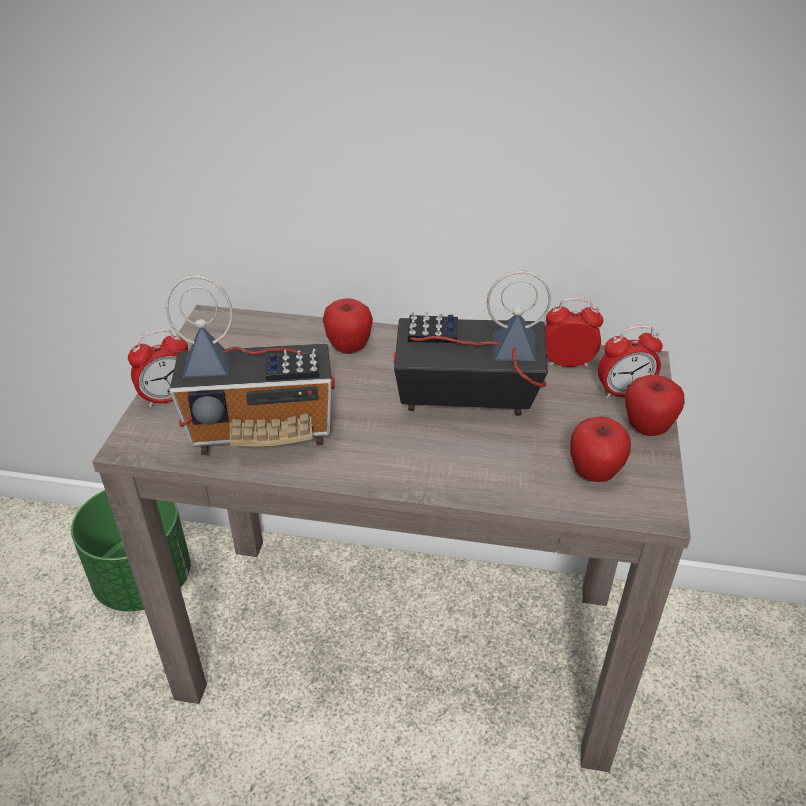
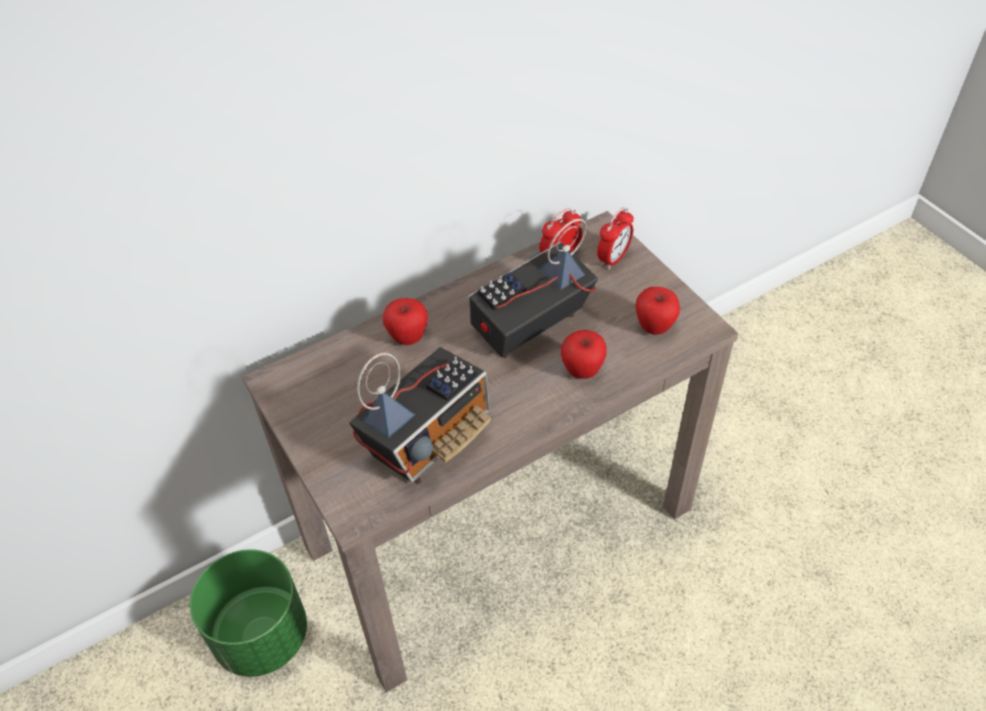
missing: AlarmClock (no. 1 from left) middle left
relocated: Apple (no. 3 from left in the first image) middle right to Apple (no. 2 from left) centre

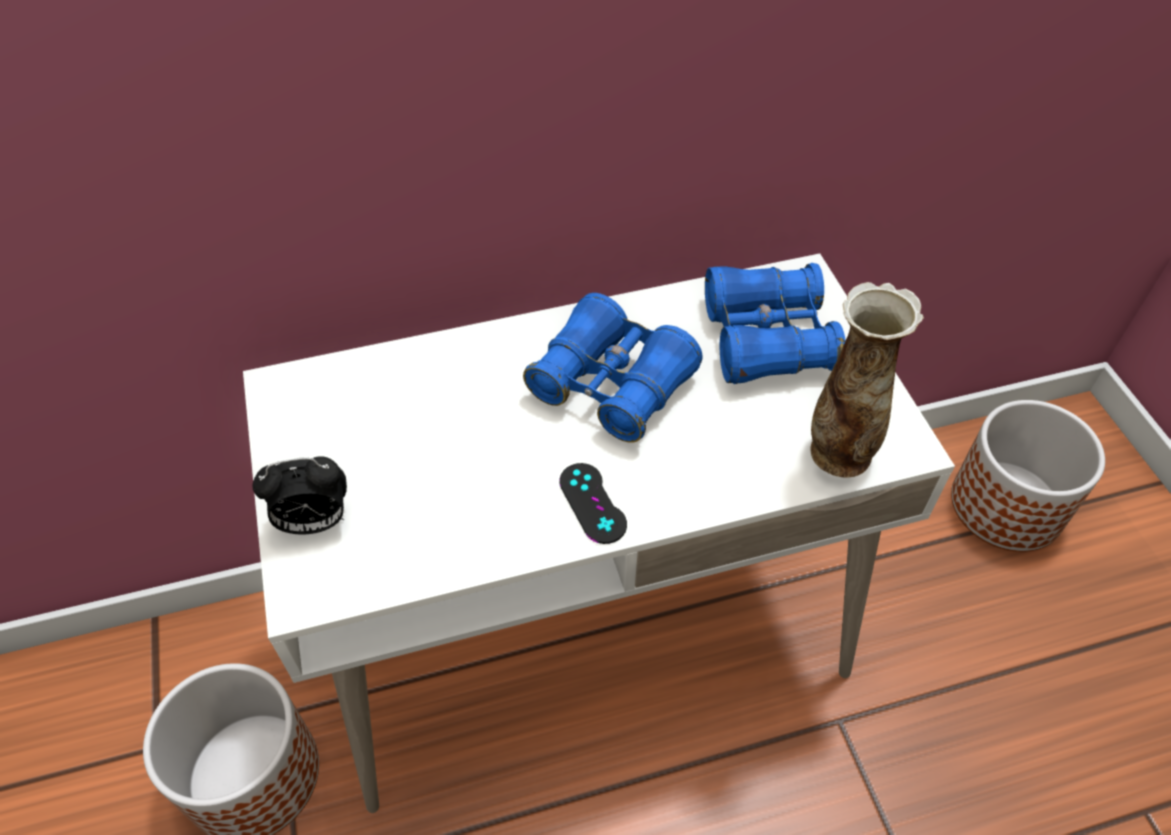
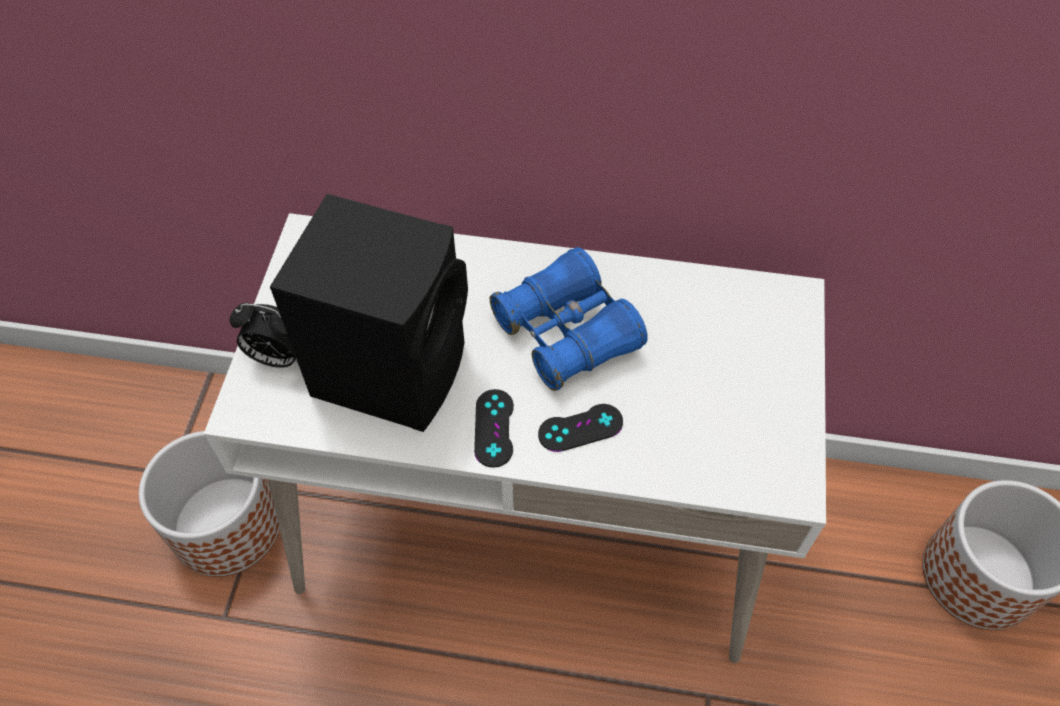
missing: BlueBinoculars (no. 2 from left) centre; Vase middle right
appeared: BlackSpeaker centre; BlackGameController (no. 2 from left) centre

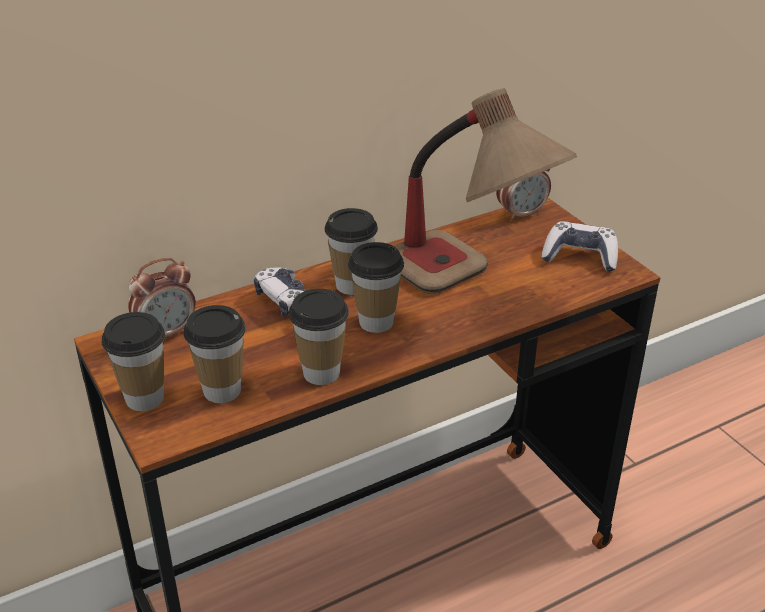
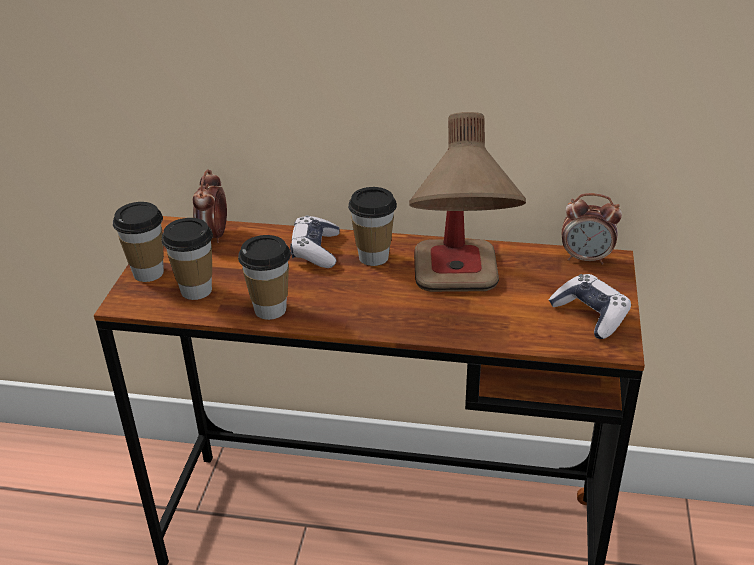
missing: Cup (no. 5 from left) centre
spun: AlarmClock (no. 1 from left) middle left = middle left 90 degrees clockwise

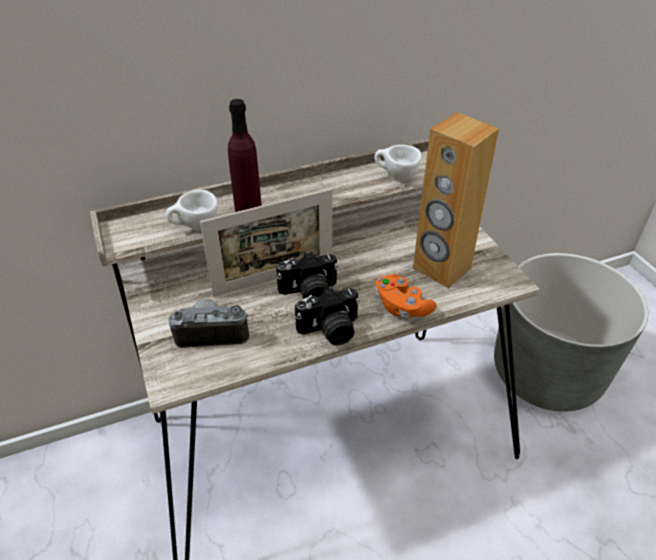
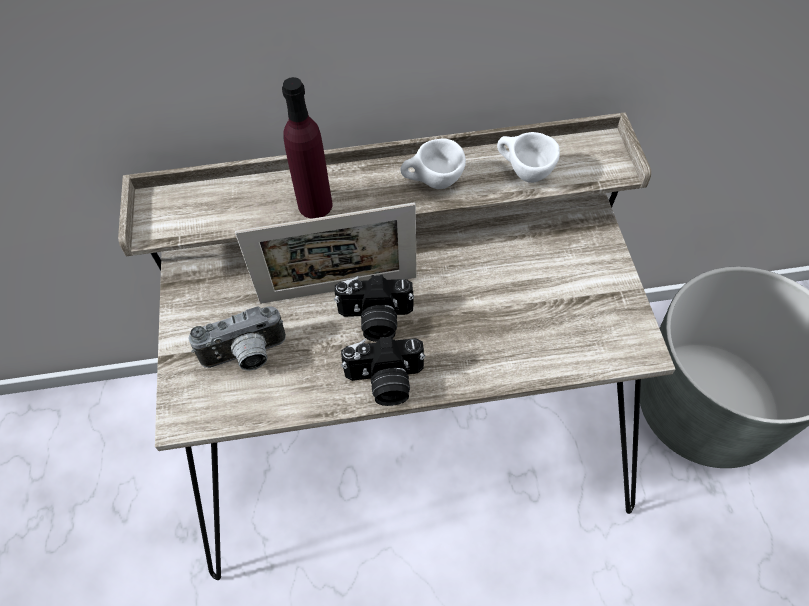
missing: OrangeGameController centre; BrownSpeaker middle right
relocated: WhiteCup (no. 1 from left) middle left to top centre
spun: PhotoCamera (no. 1 from left) middle left = middle left 150 degrees clockwise

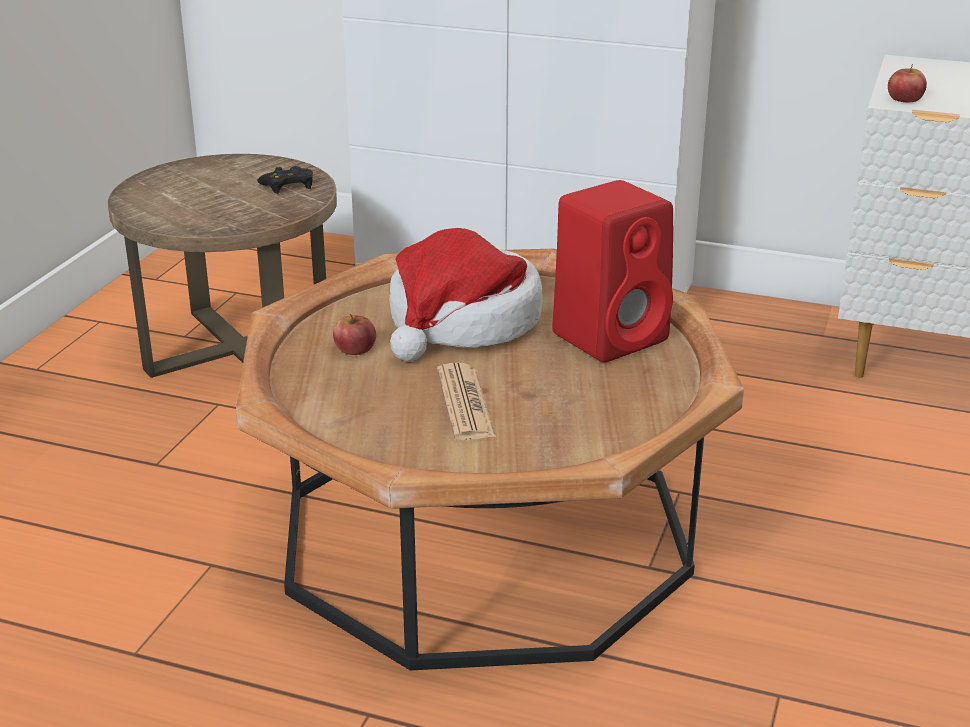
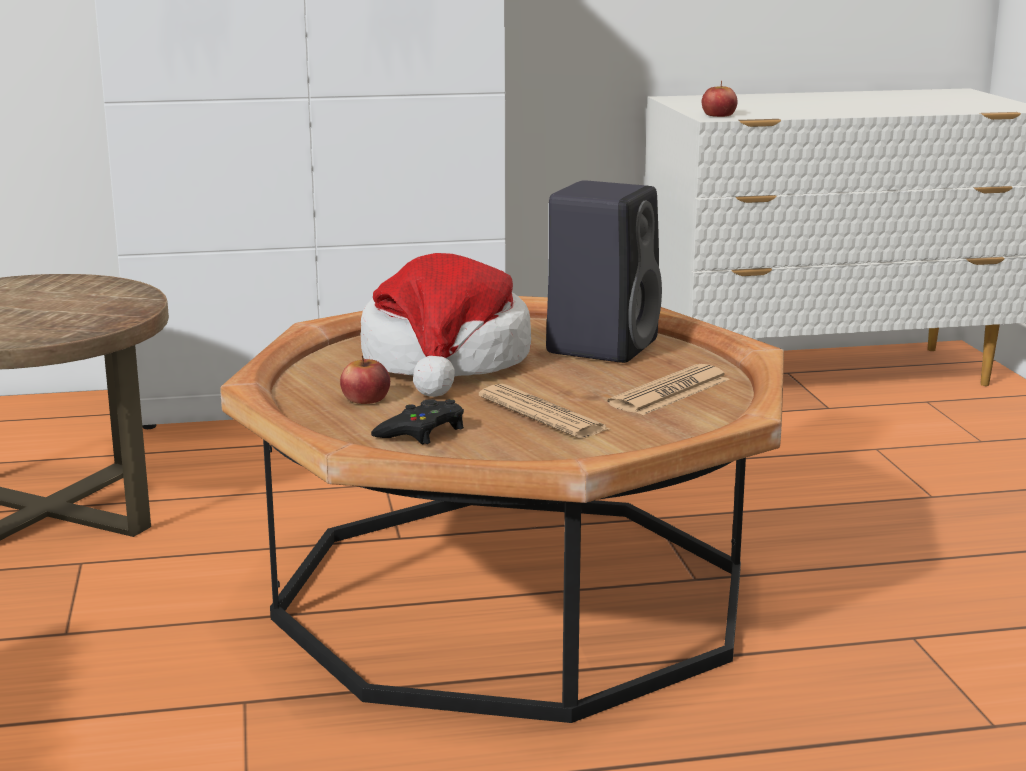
appeared: Newspaper (no. 2 from left) centre
relocated: BlackGameController top left to centre
colour: RedSpeaker centre to BlackSpeaker centre

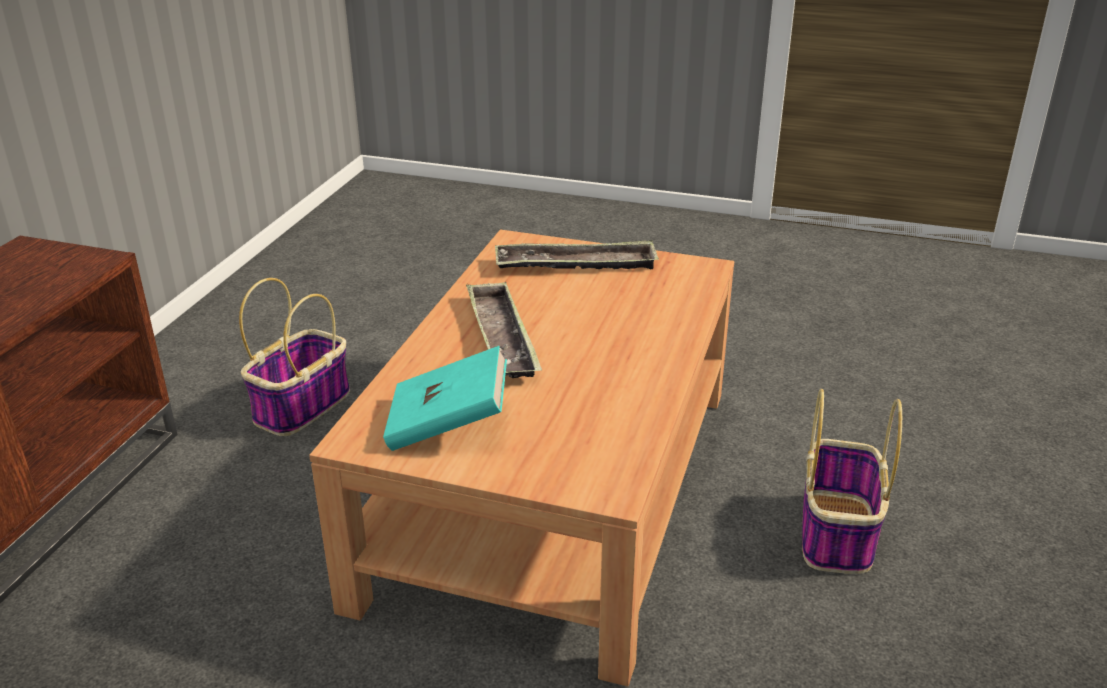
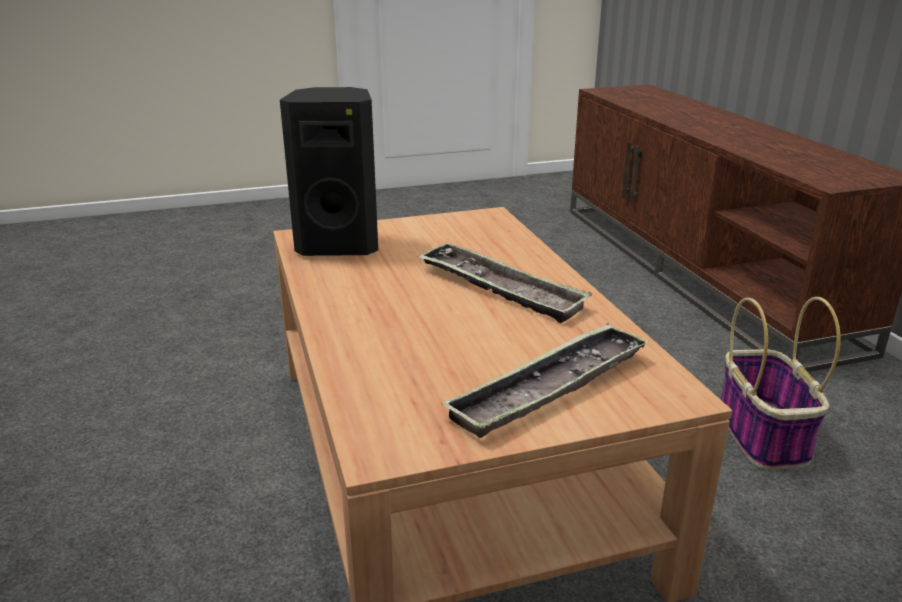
missing: TurquoiseBook centre; Basket (no. 2 from left) bottom right
appeared: BlackSpeaker top centre

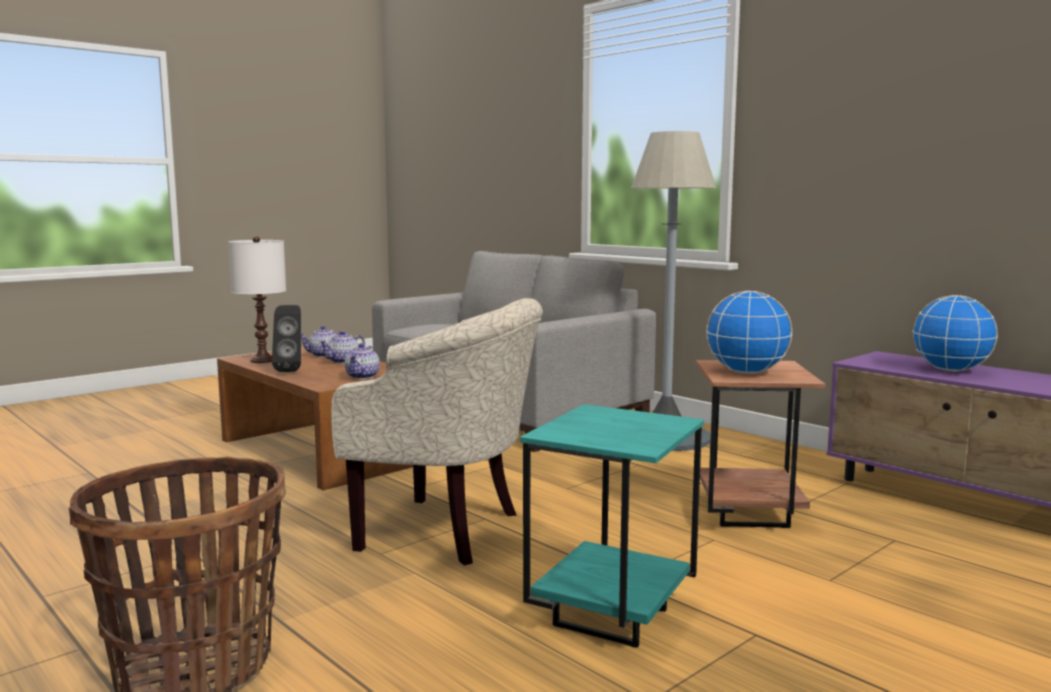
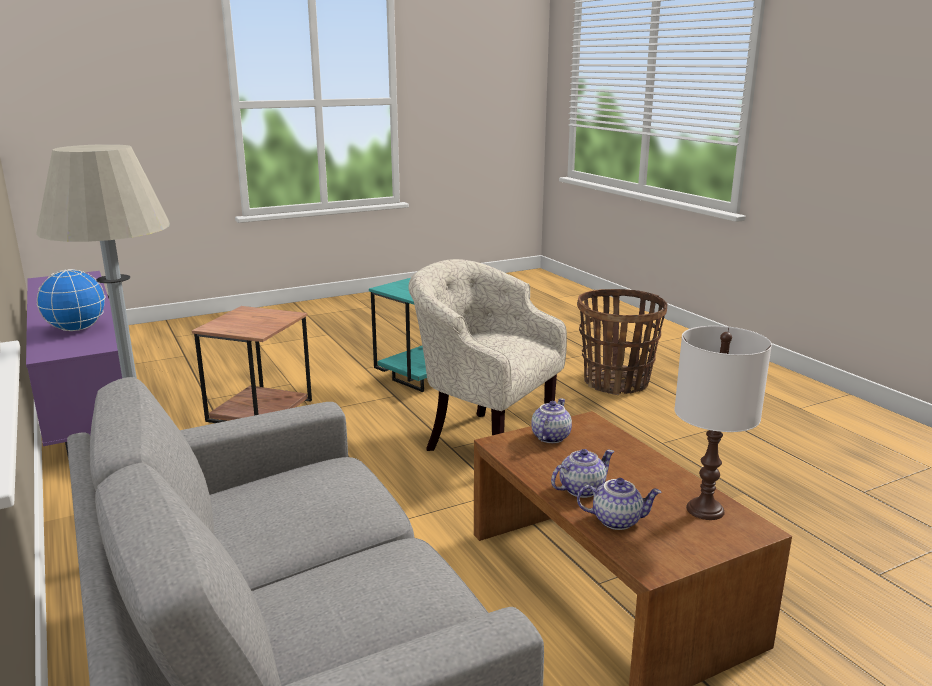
missing: BlackSpeaker middle left; Globe (no. 1 from left) middle right

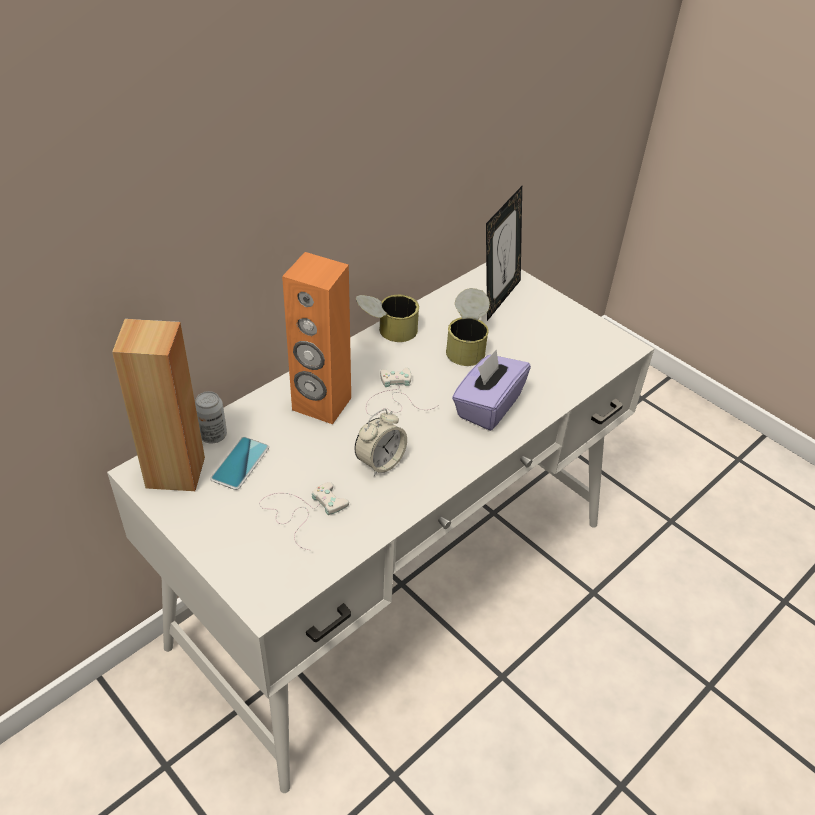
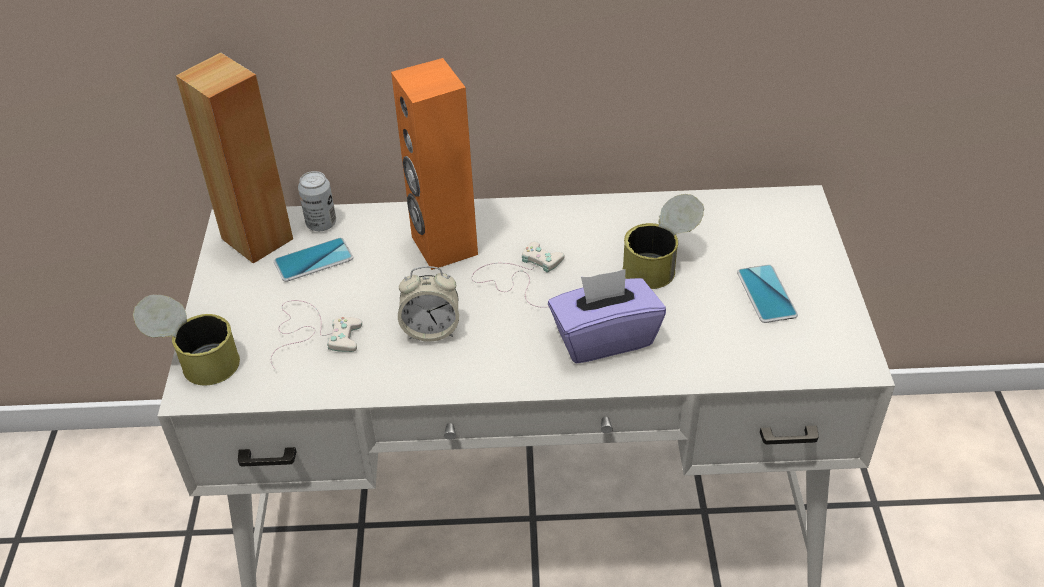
missing: PictureFrame top centre
appeared: Phone (no. 2 from left) middle right
relocated: Can (no. 2 from left in the first image) centre to Can (no. 1 from left) middle left

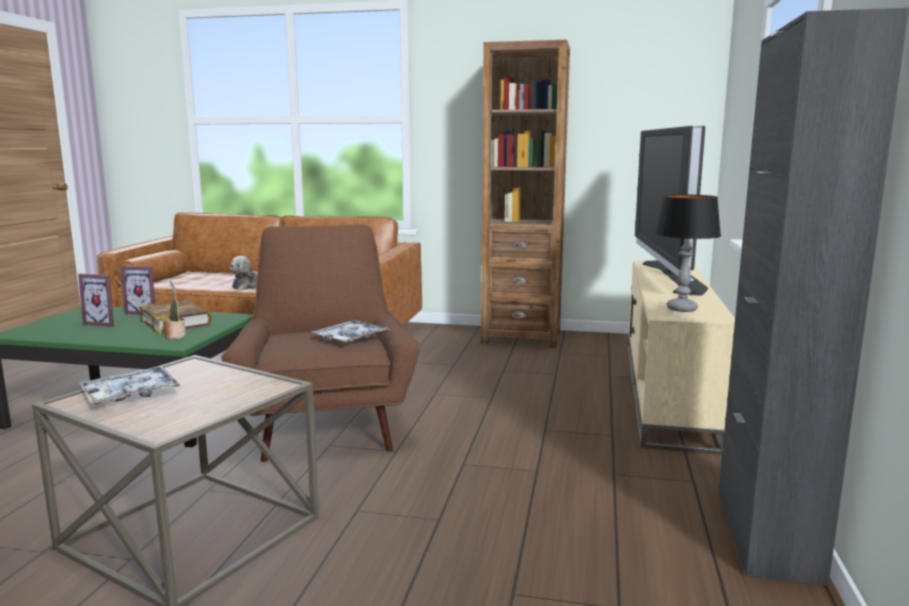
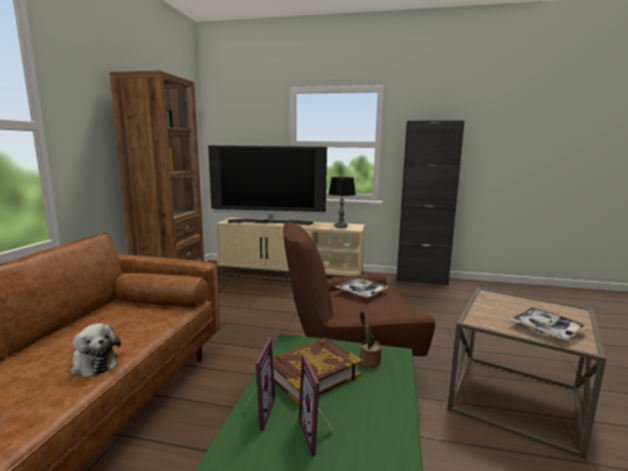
spun: PictureFrame (no. 1 from left in the first image) middle left = bottom centre 150 degrees clockwise

